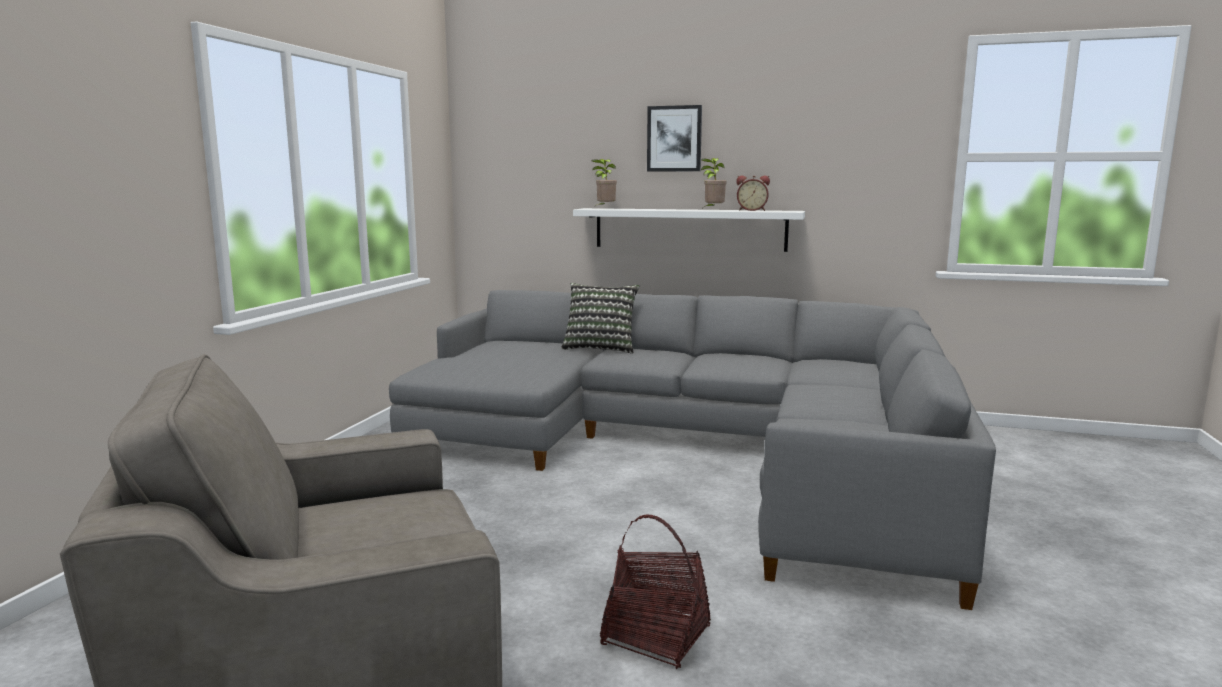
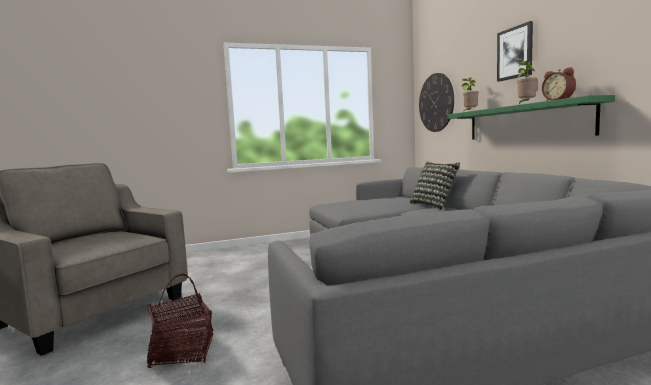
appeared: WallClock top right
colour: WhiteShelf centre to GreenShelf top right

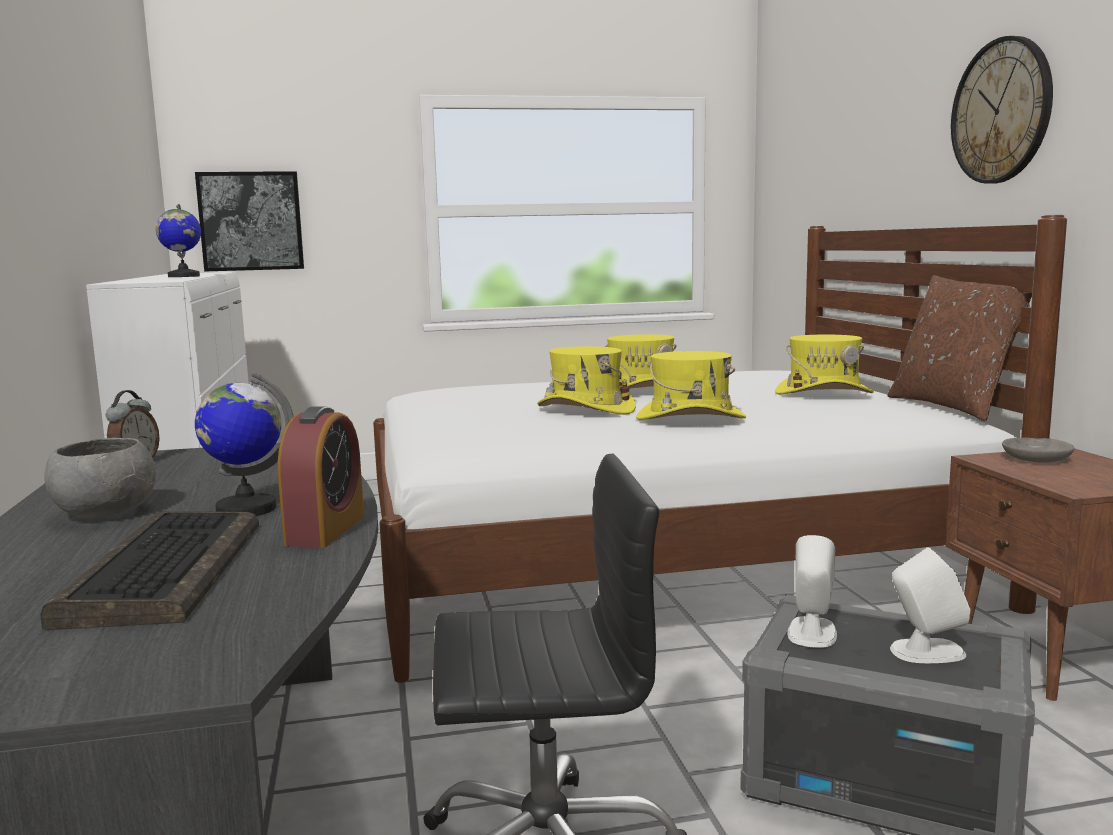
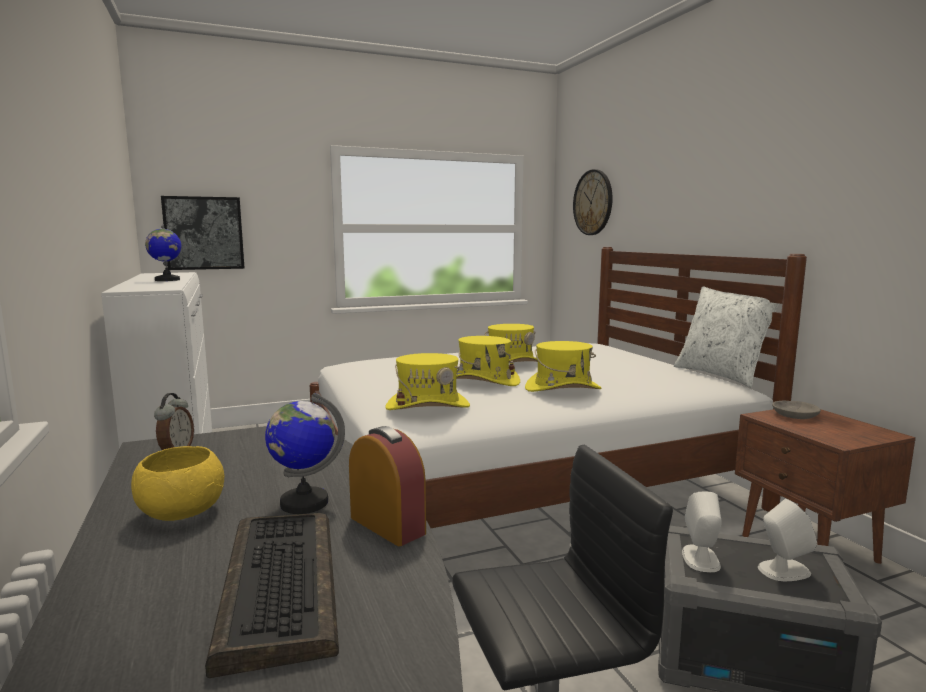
relocated: YellowHat (no. 4 from left in the first image) middle right to YellowHat (no. 1 from left) centre; WallClock top right to top centre
colour: GreyBowl (no. 1 from left) middle left to YellowBowl bottom left; BrownPillow middle right to WhitePillow middle right
spun: AlarmClock (no. 2 from left) middle left = bottom centre 45 degrees counterclockwise

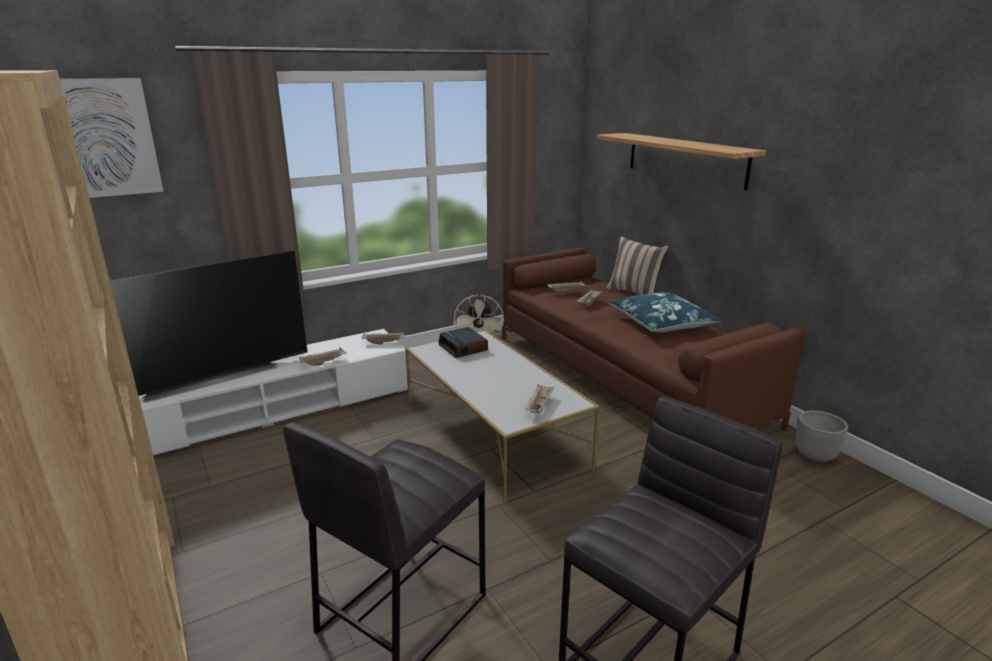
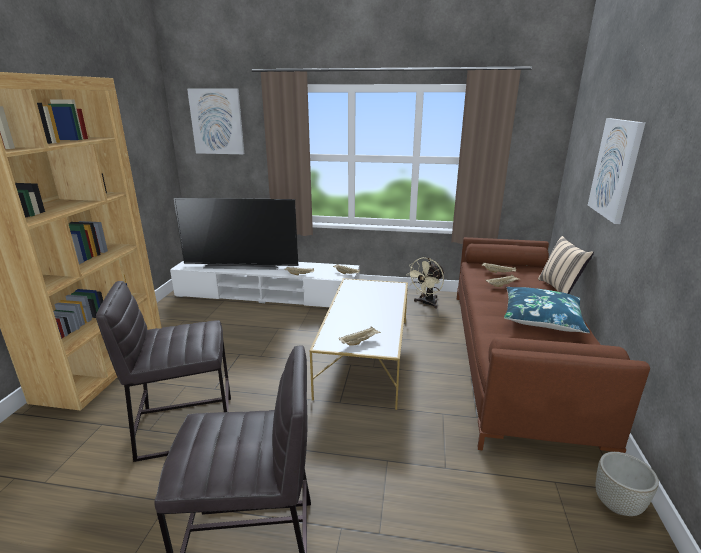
missing: AlarmClock centre
exchanged: Shelf top right to Picture (no. 2 from left) top right

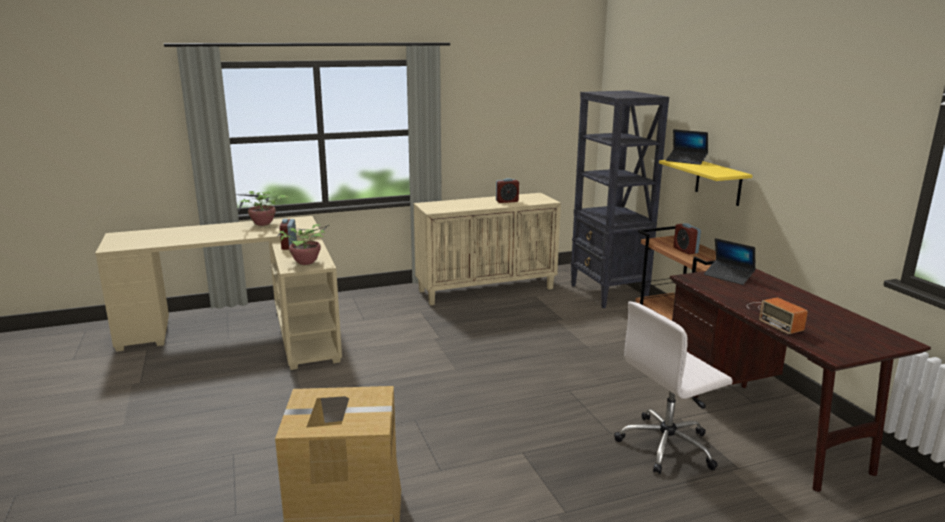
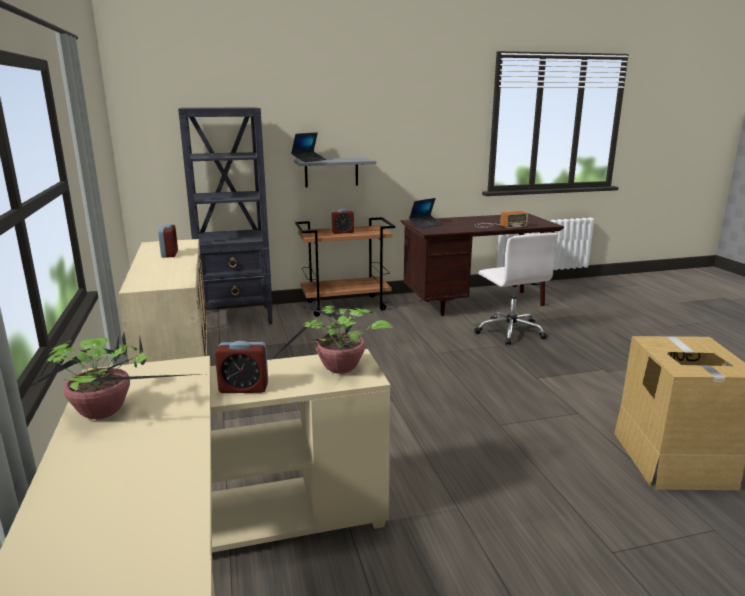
colour: YellowShelf middle right to GreyShelf top centre

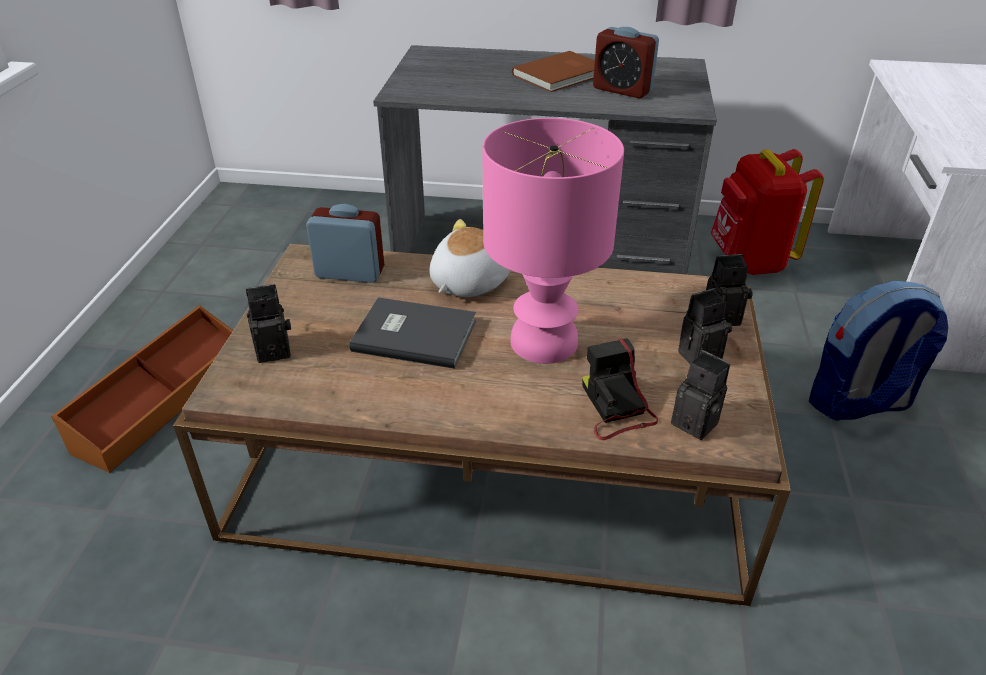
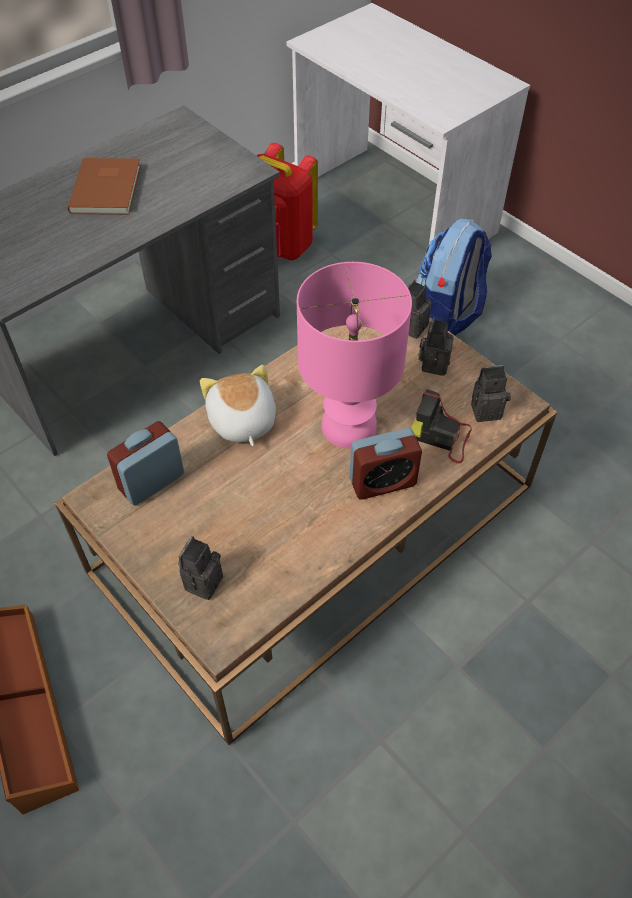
missing: GreyBook centre
relocated: AlarmClock (no. 2 from left) top centre to centre

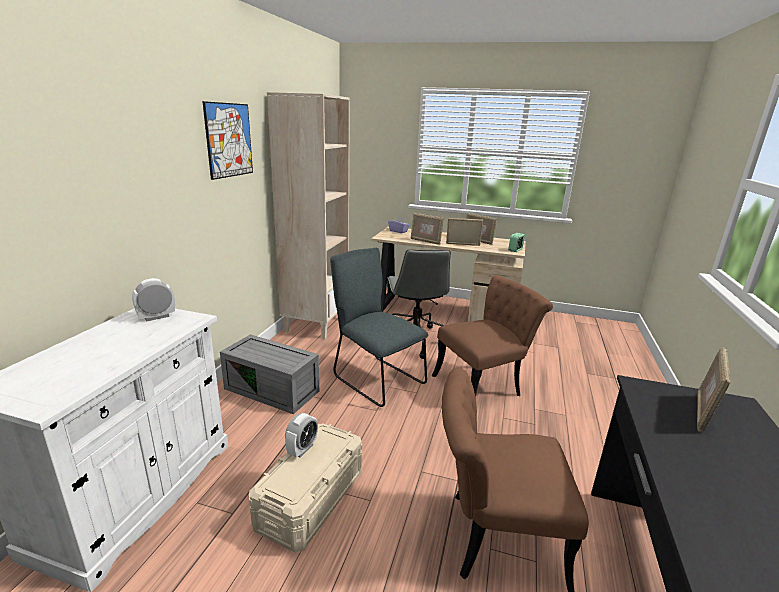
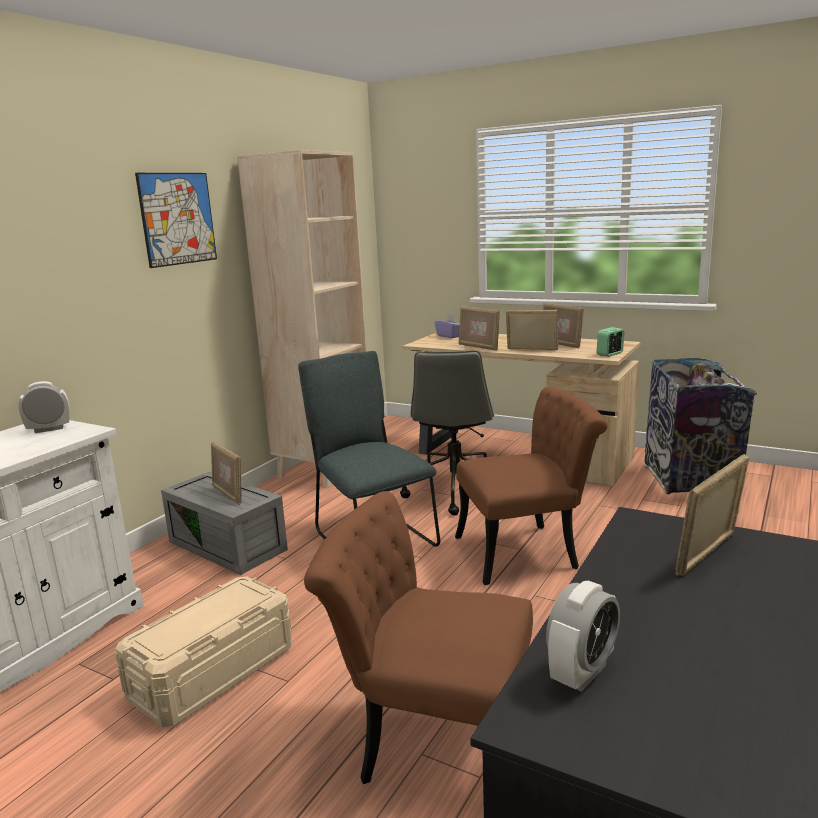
appeared: PictureFrame (no. 1 from left) middle left; TrashCan middle right
relocated: AlarmClock (no. 2 from left) bottom centre to bottom right

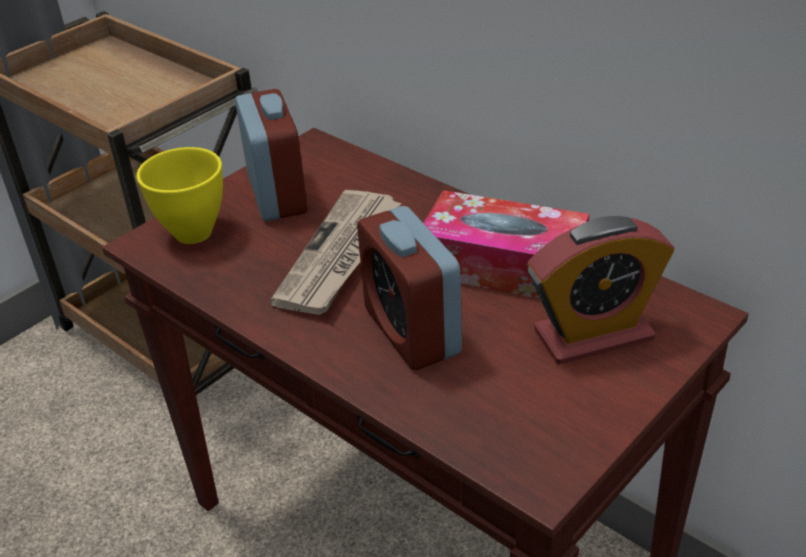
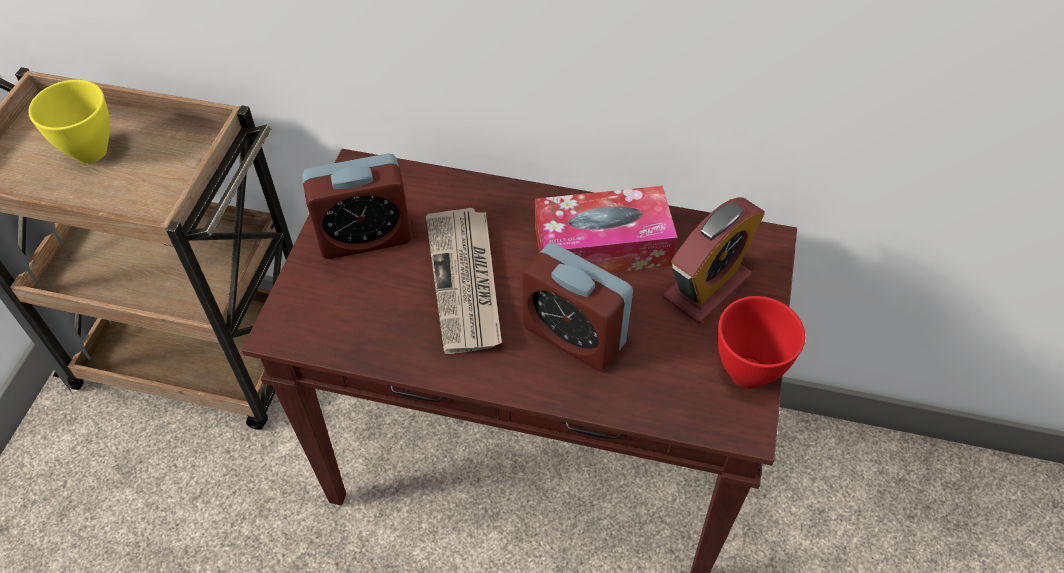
appeared: RedBowl middle right
relocated: YellowBowl middle left to top left
spun: AlarmClock (no. 1 from left) top centre = centre 120 degrees clockwise

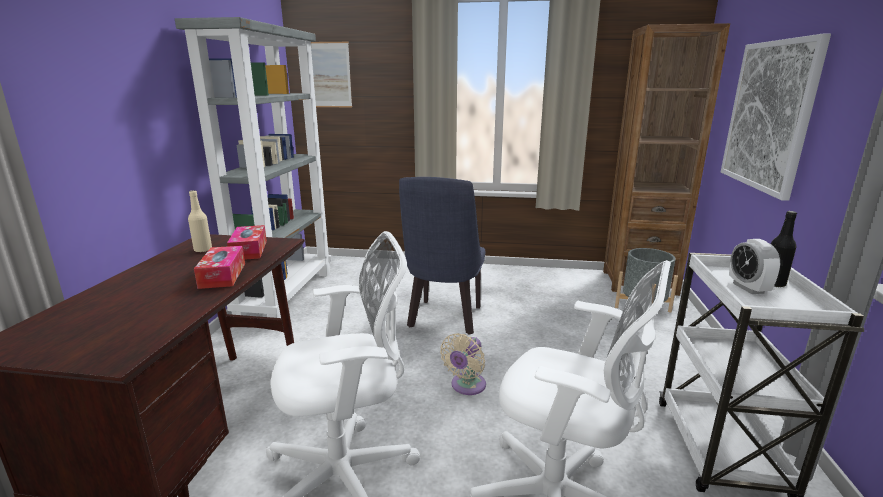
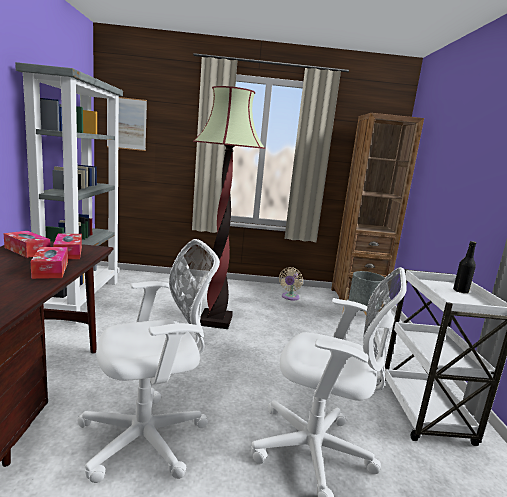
missing: Picture (no. 2 from left) top right; AlarmClock middle right
relocated: BeigeFan bottom centre to centre
exchanged: BeigeBottle middle left to TissueBox (no. 1 from left) middle left; BlueChair centre to FloorLamp centre

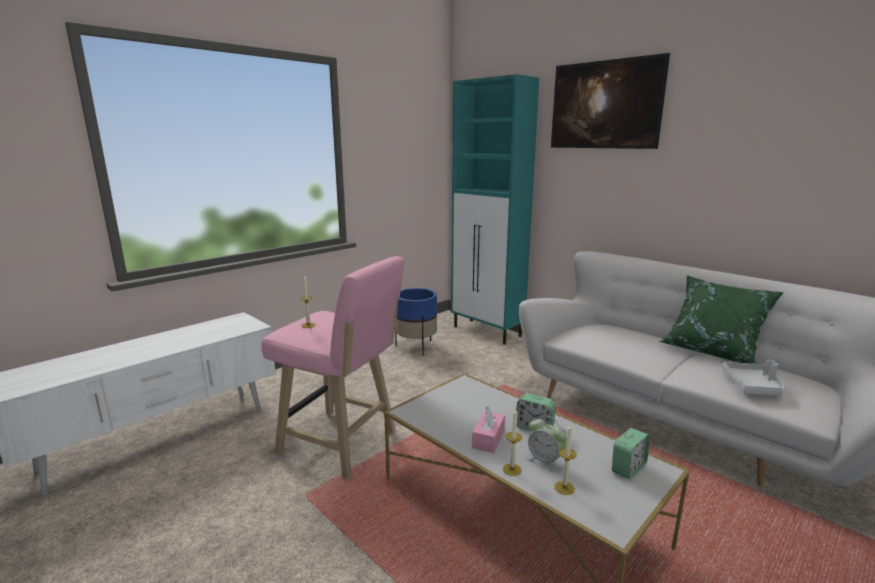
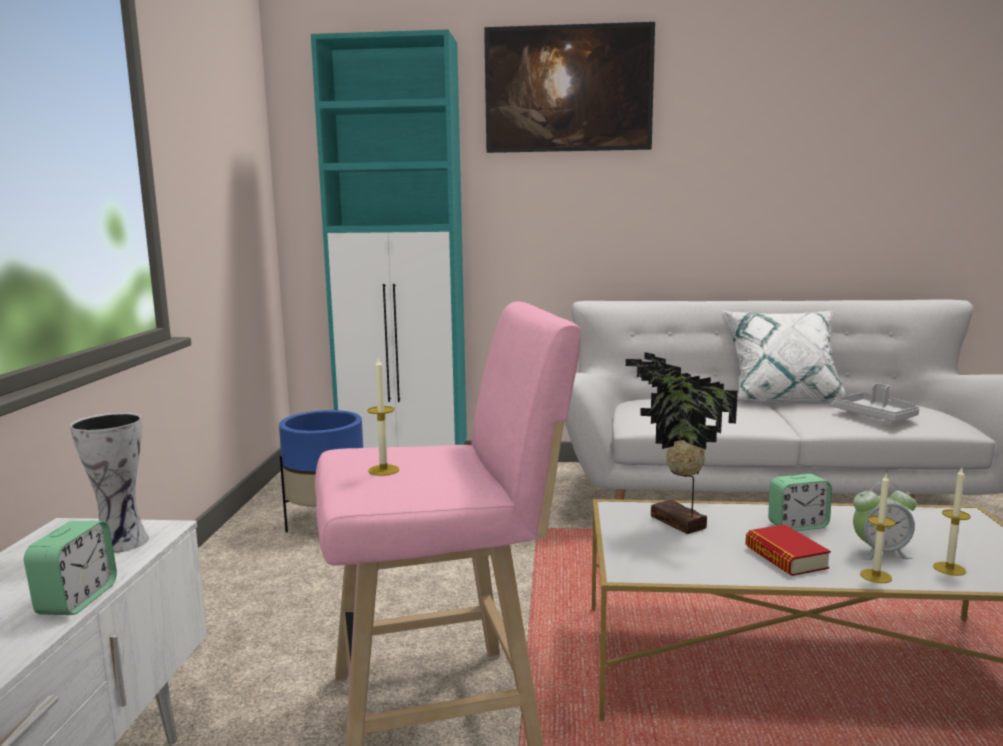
appeared: Vase middle left; PottedPlant middle right
relocated: AlarmClock (no. 3 from left in the first image) bottom right to AlarmClock (no. 1 from left) bottom left
exchanged: PinkTissueBox bottom centre to Book bottom right
colour: GreenPillow middle right to WhitePillow middle right

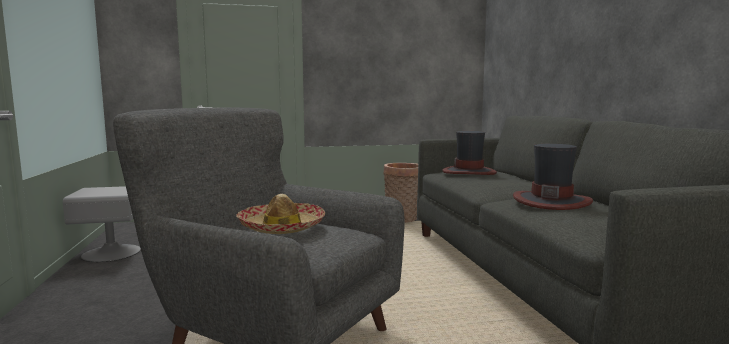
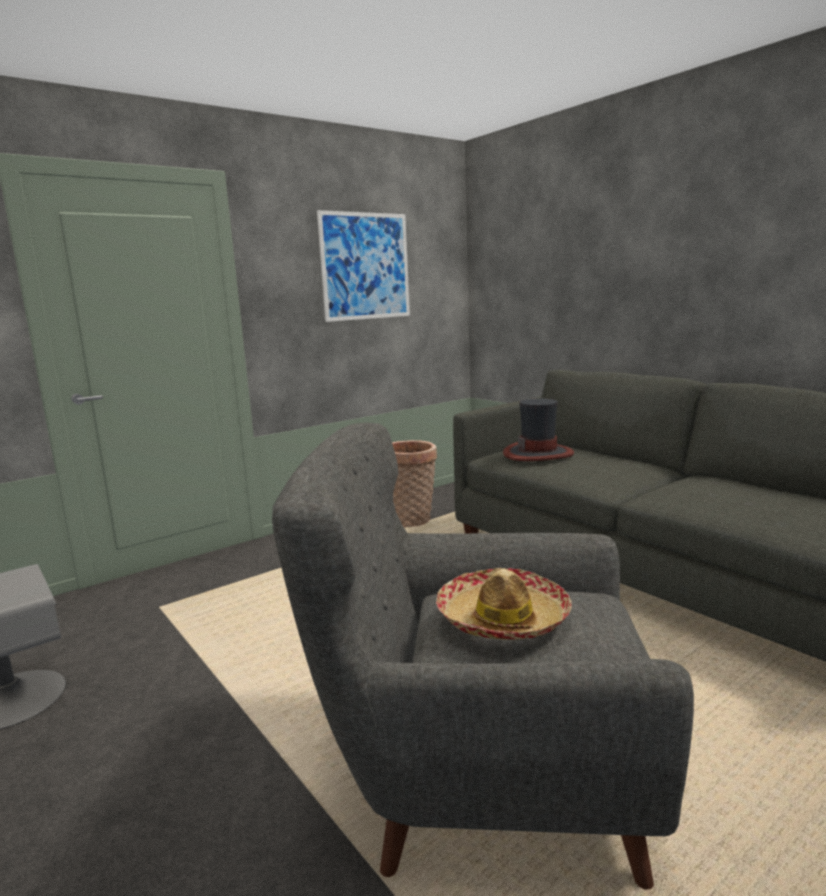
missing: Hat (no. 3 from left) middle right
appeared: Picture top centre

